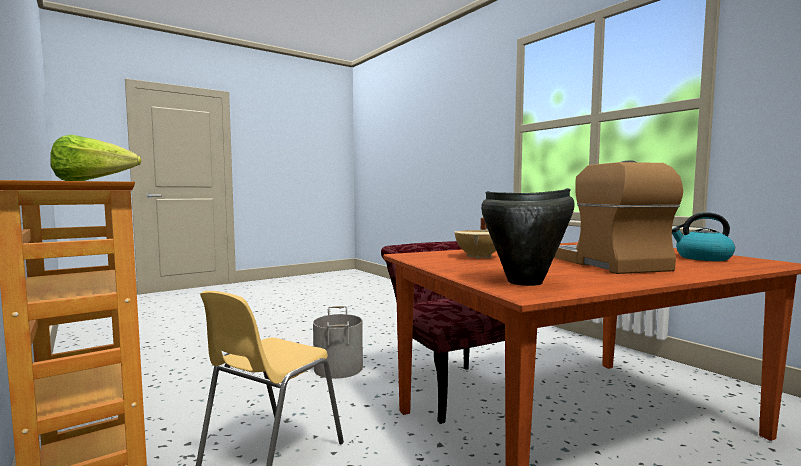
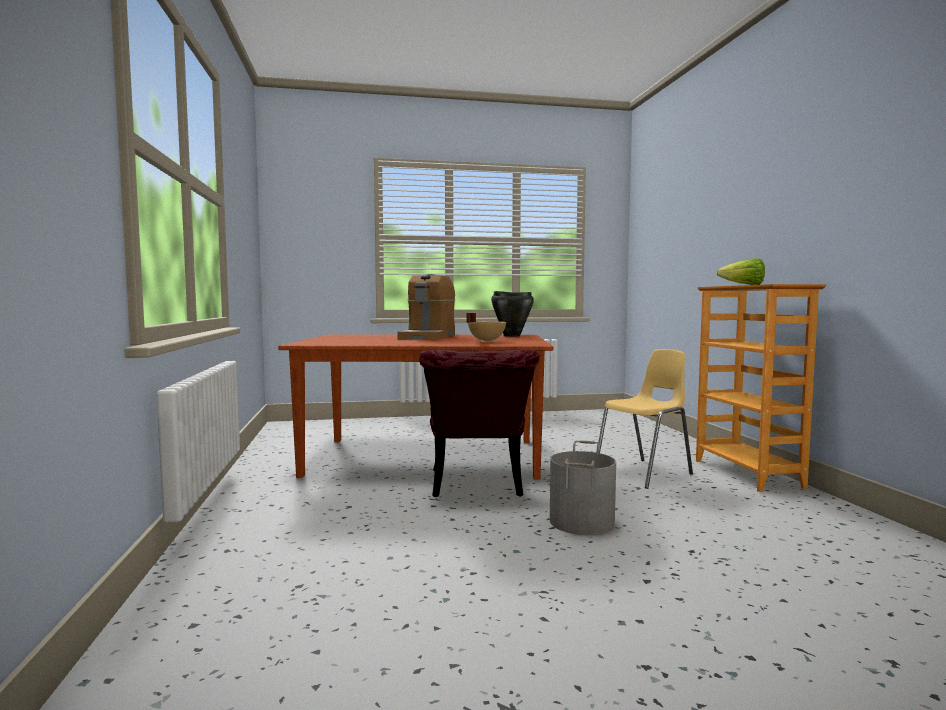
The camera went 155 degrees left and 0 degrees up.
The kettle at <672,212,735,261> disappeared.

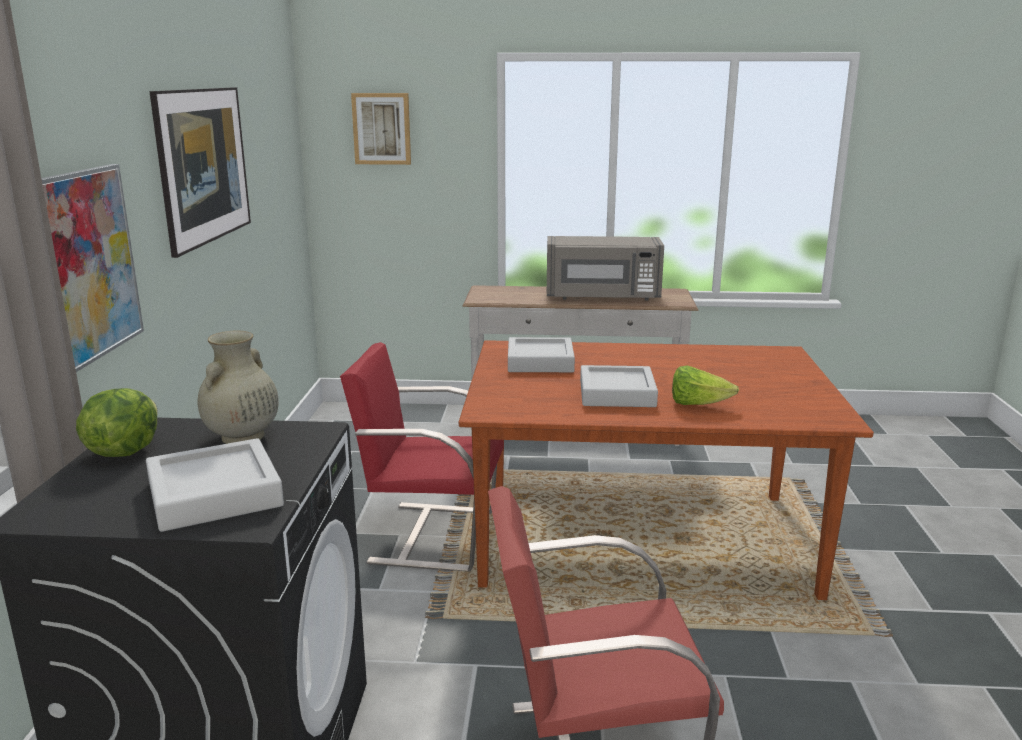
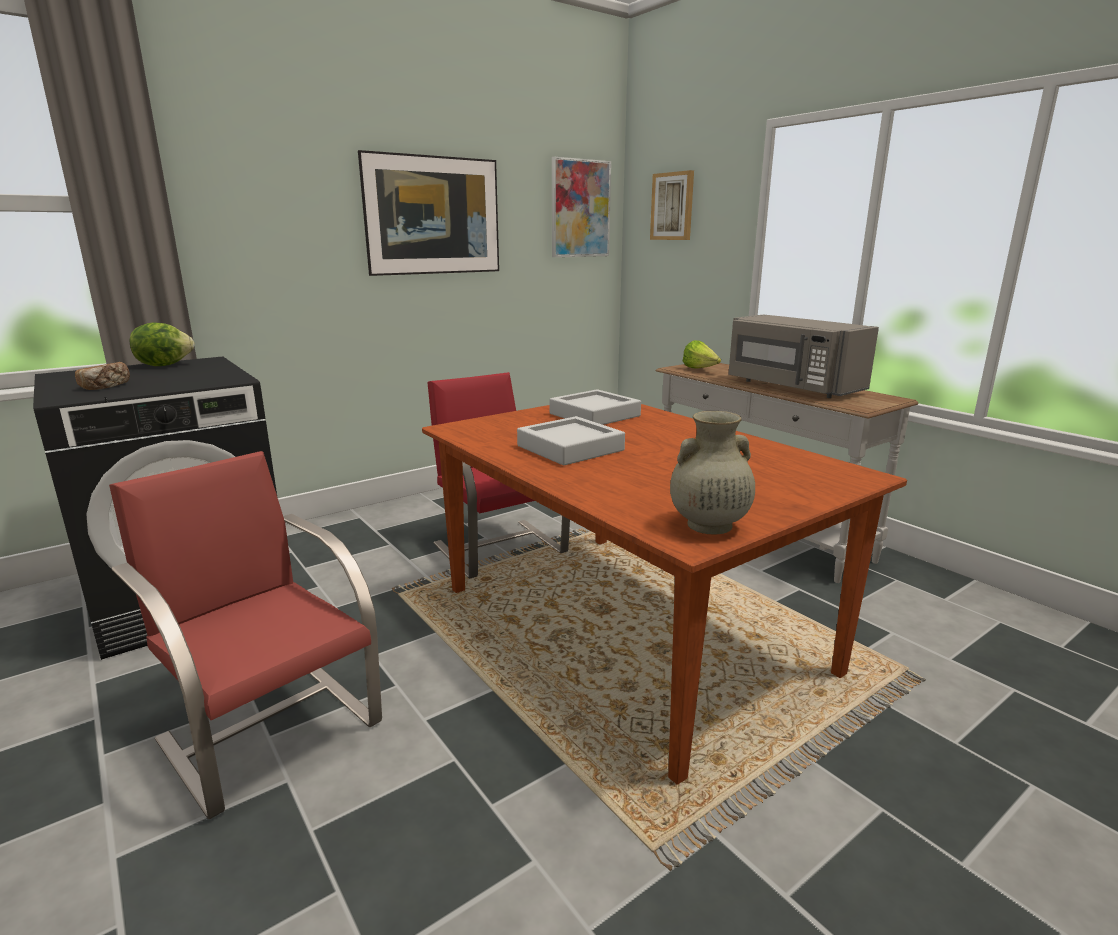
The camera went 50 degrees right and 0 degrees up.
The picture moved from <41,164,144,372> to <552,157,611,257>.
The beige vase moved from <197,331,279,444> to <670,411,755,535>.
The lettuce moved from <672,366,739,405> to <683,340,721,368>.
The grey tray at <146,438,284,532> was replaced by the bread at <75,362,130,390>.

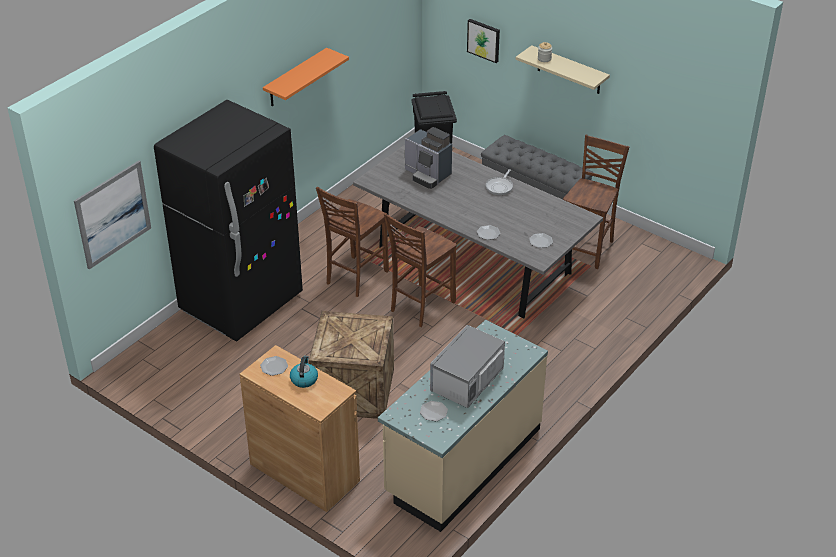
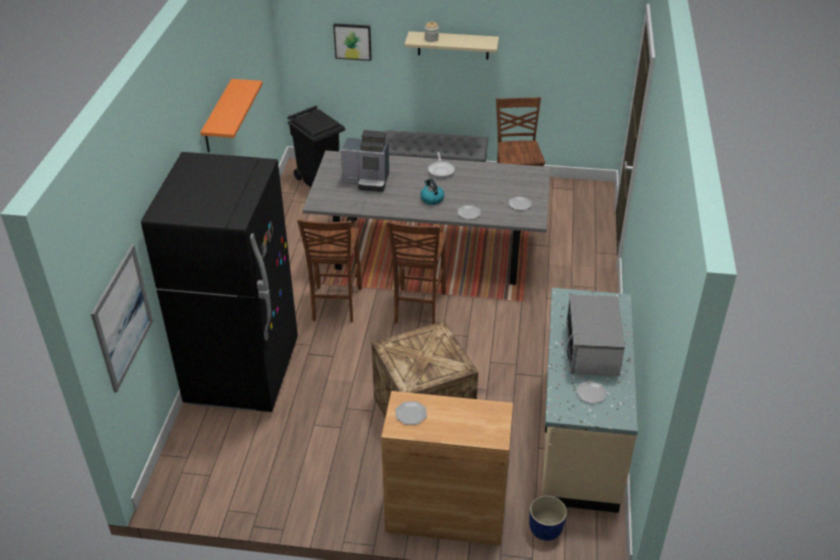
The camera went 30 degrees left and 0 degrees up.
The kettle moved from <290,356,318,388> to <420,179,444,205>.
The blue planter at <529,495,567,541> appeared.

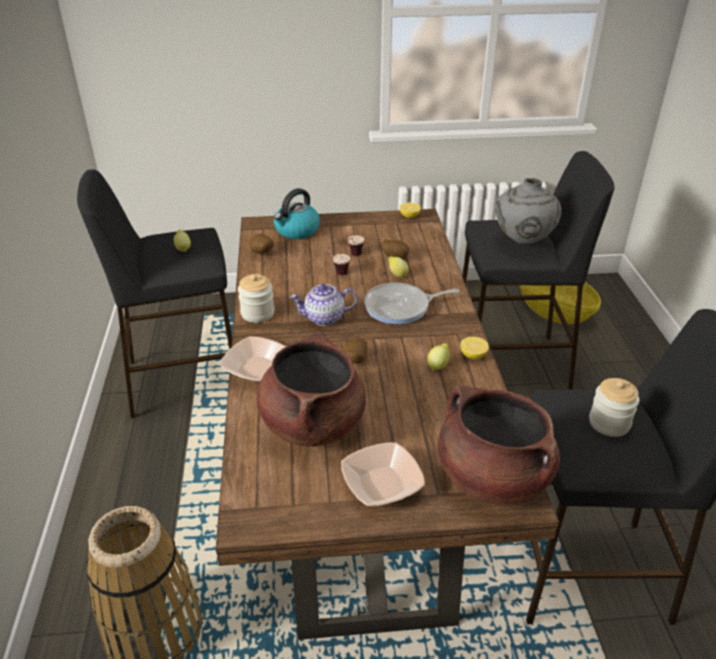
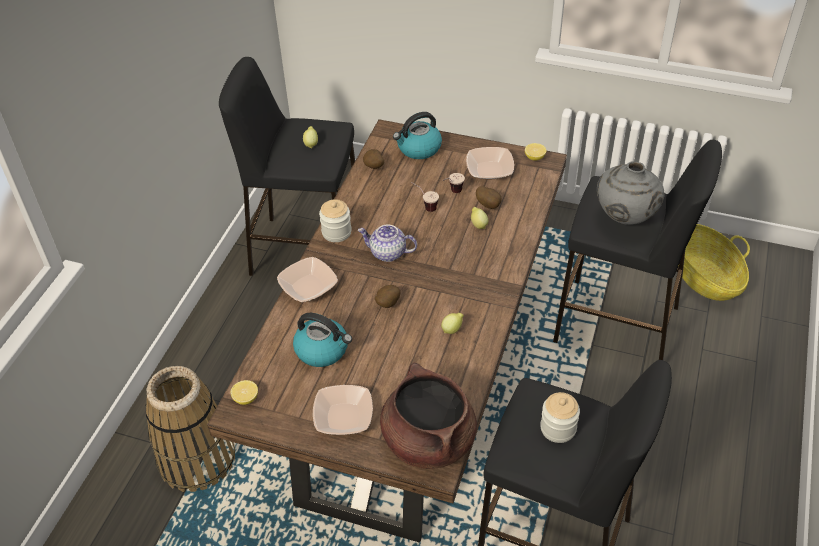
The camera went 25 degrees right and 10 degrees up.
The frying pan at <364,283,459,324> disappeared.
The brown cooking pot at <257,331,366,447> was replaced by the kettle at <293,313,352,367>.
The lemon moved from <460,337,489,359> to <231,380,258,405>.
The bowl at <466,147,514,180> appeared.

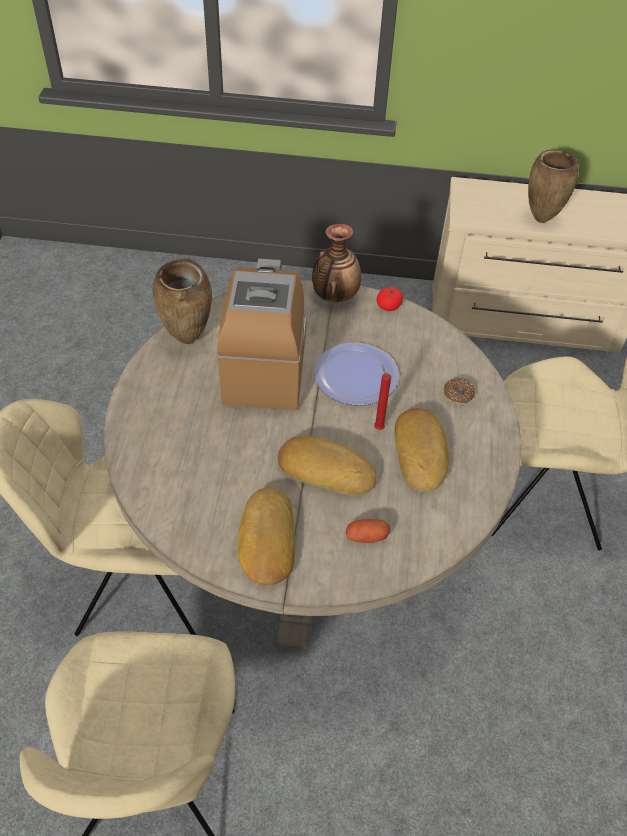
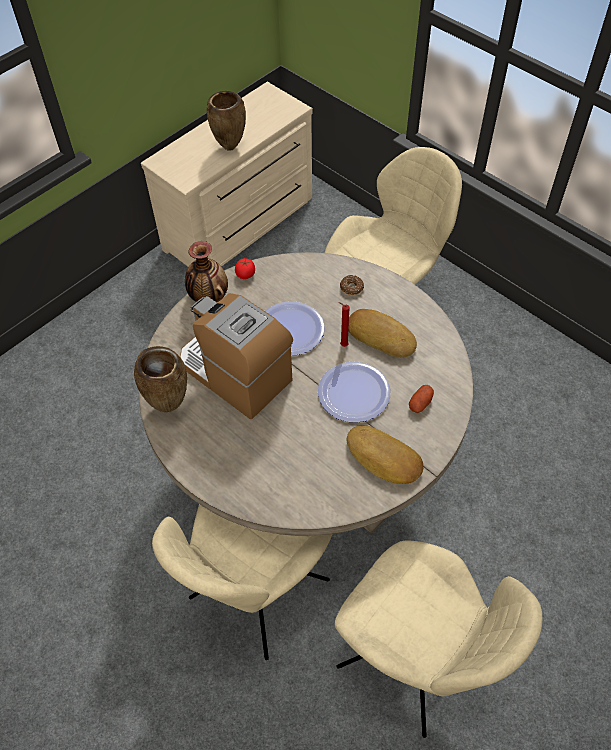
The camera went 50 degrees left and 5 degrees up.
The bread at <278,436,377,495> was replaced by the plate at <318,362,390,423>.

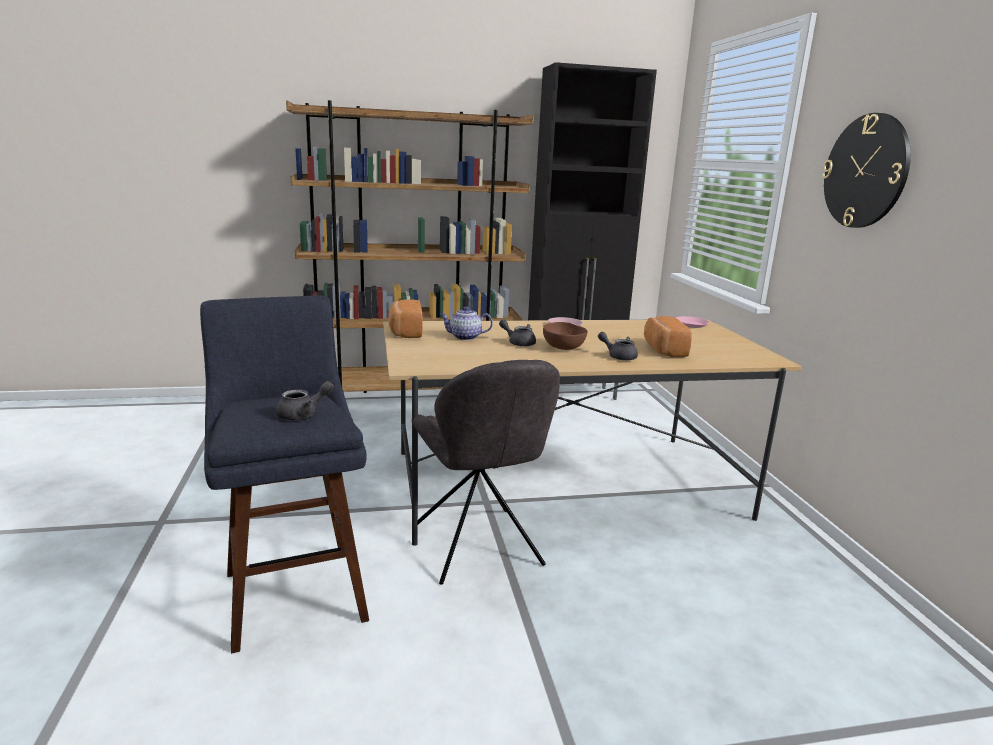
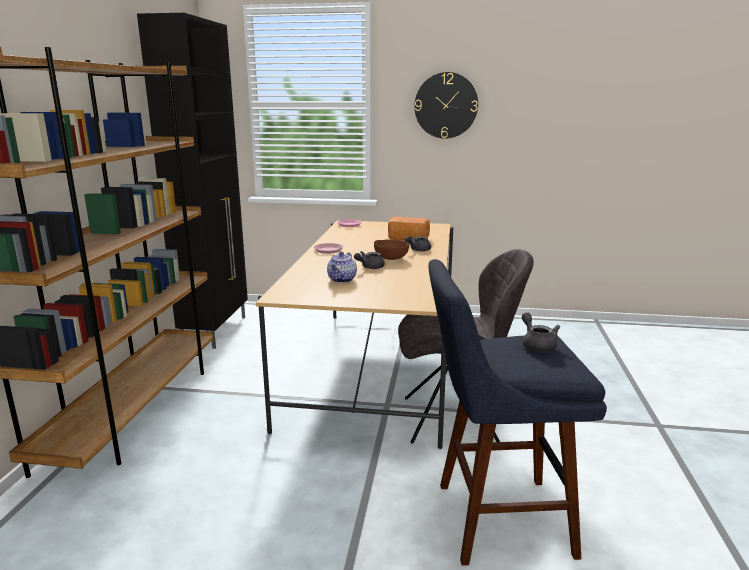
The camera went 70 degrees left and 0 degrees up.
The bread at <388,300,423,338> disappeared.

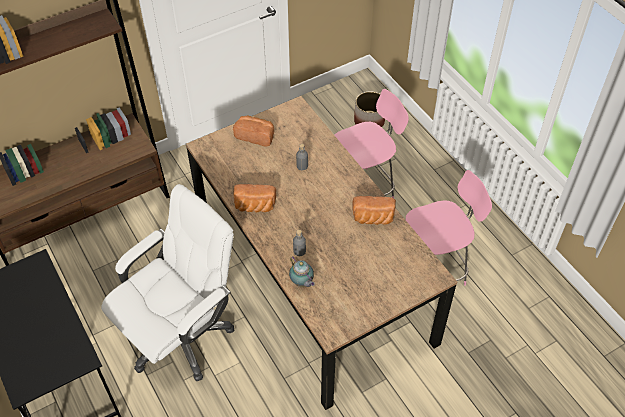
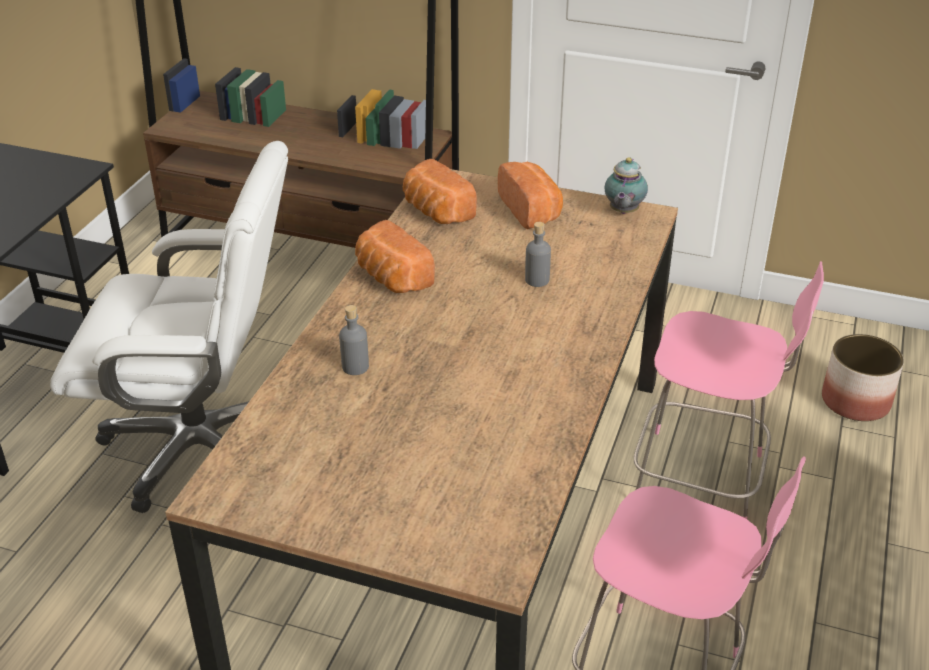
The camera went 50 degrees right and 15 degrees down.
The bread moved from <352,196,396,225> to <403,159,477,224>.
The teapot moved from <289,257,315,287> to <605,157,648,214>.

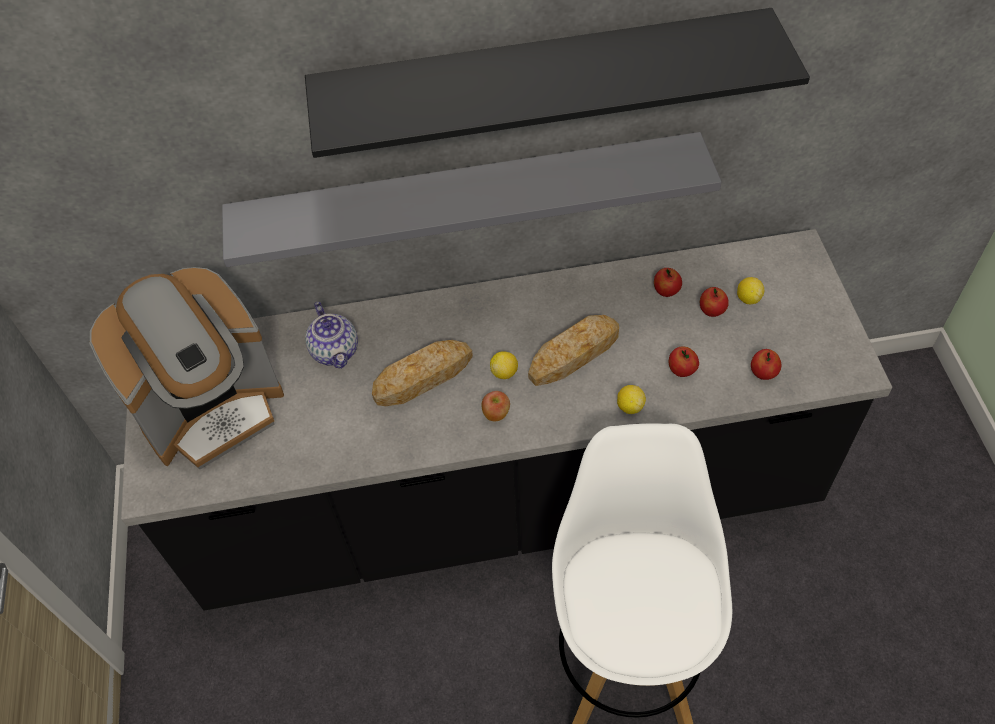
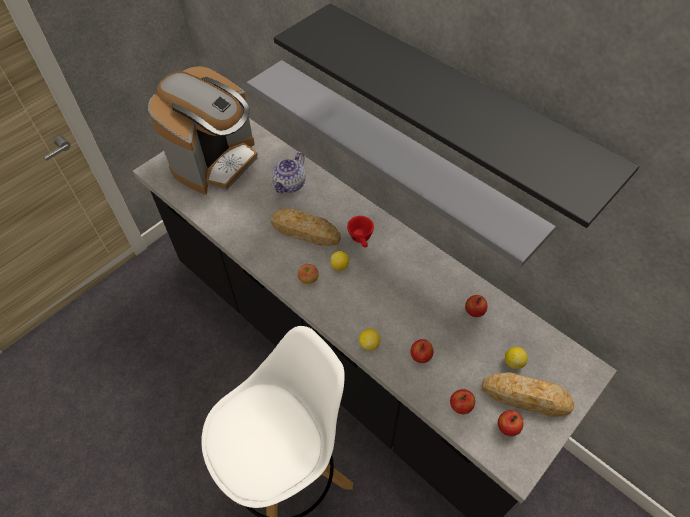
The camera went 50 degrees right and 0 degrees up.
The coffee machine at <90,267,284,469> turned 75 degrees counterclockwise.
The apple moved from <700,287,729,317> to <498,410,524,436>.
The bread moved from <528,315,619,386> to <481,372,574,416>.
The red cup at <347,216,374,247> appeared.

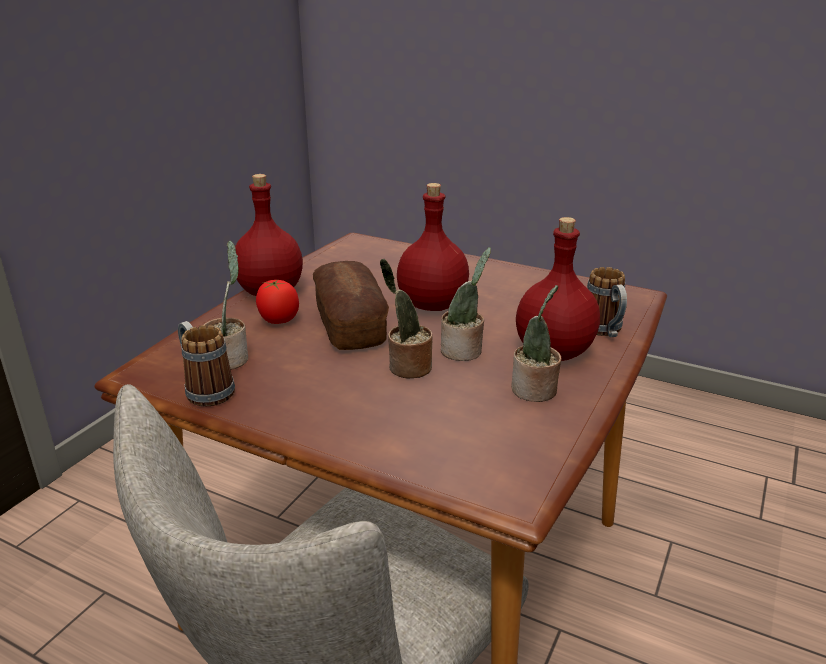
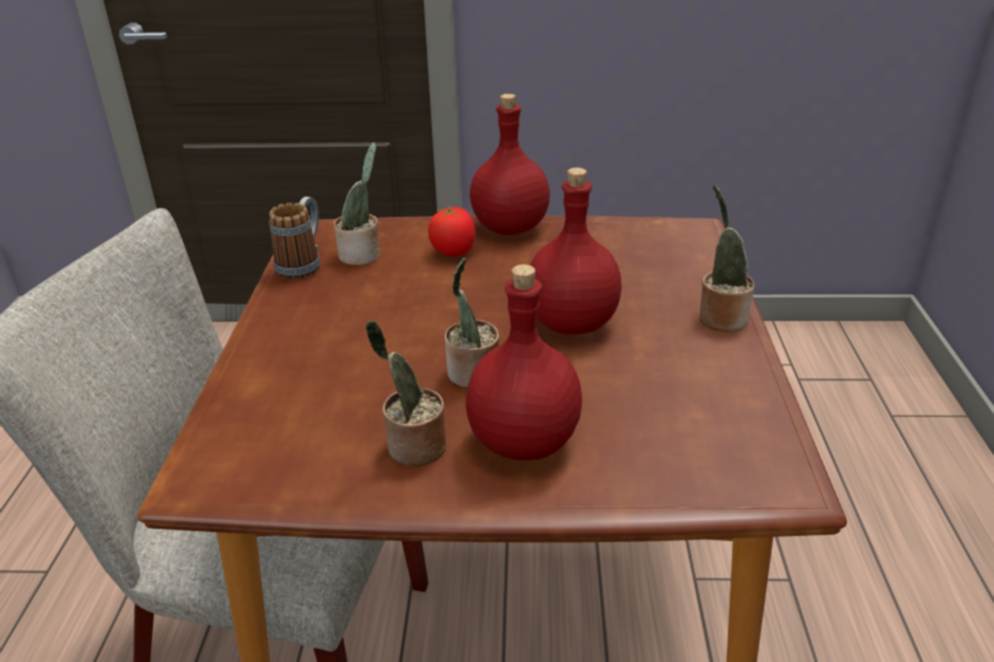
The camera went 65 degrees right and 5 degrees up.
The potted plant moved from <380,259,432,379> to <699,185,754,332>.
The bread at <313,261,389,350> disappeared.
The mug at <587,267,627,337> disappeared.

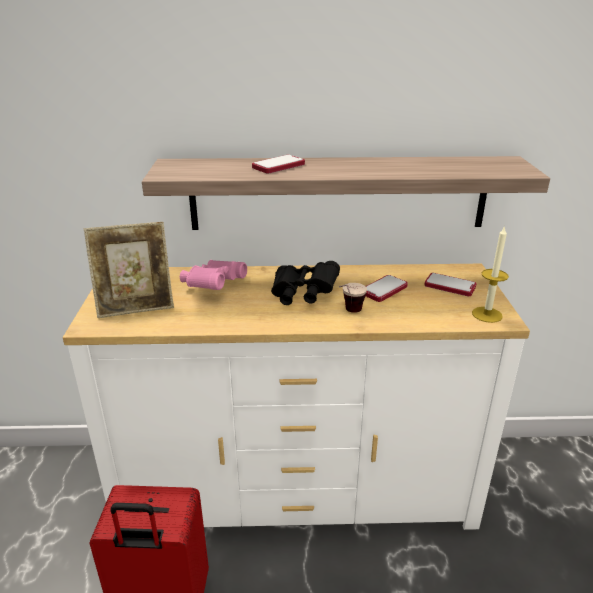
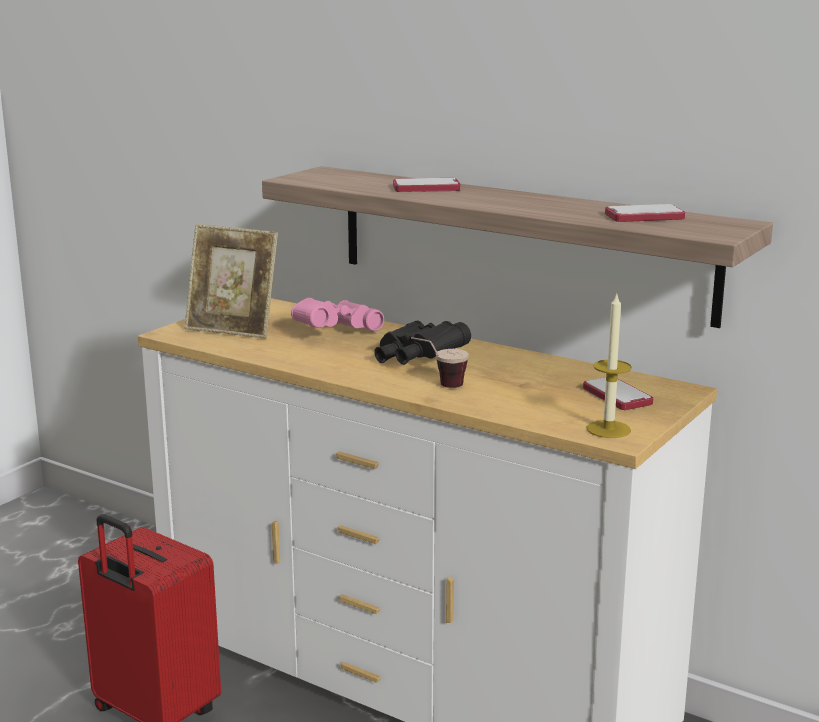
The camera went 35 degrees right and 10 degrees down.
The phone moved from <365,275,408,302> to <605,204,685,222>.

